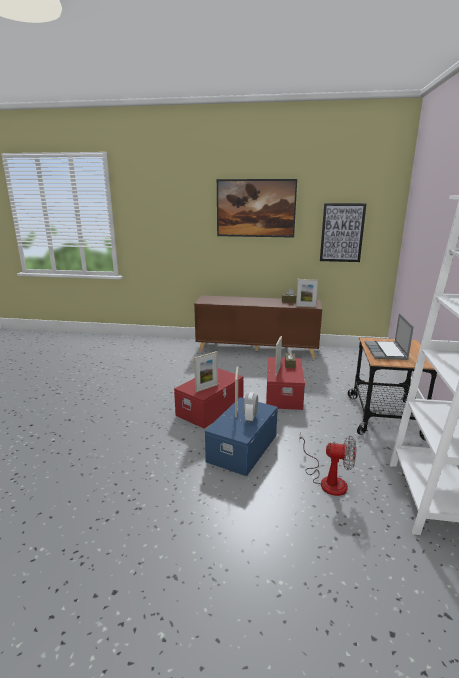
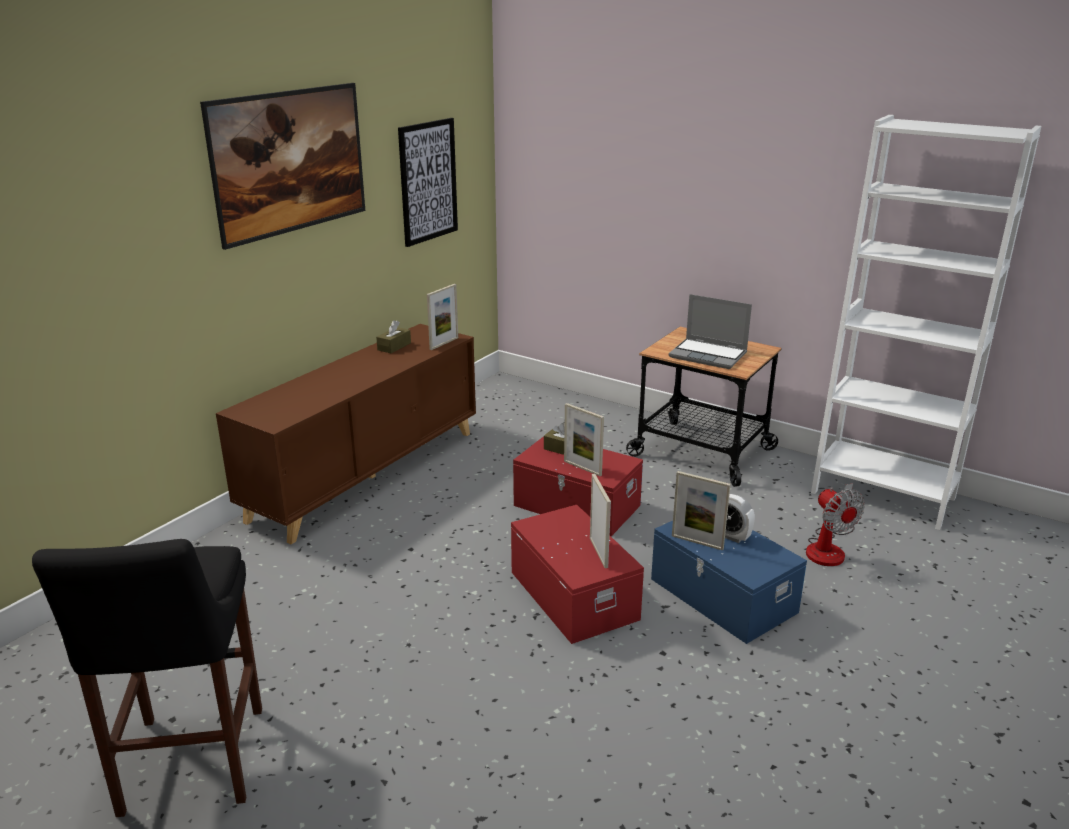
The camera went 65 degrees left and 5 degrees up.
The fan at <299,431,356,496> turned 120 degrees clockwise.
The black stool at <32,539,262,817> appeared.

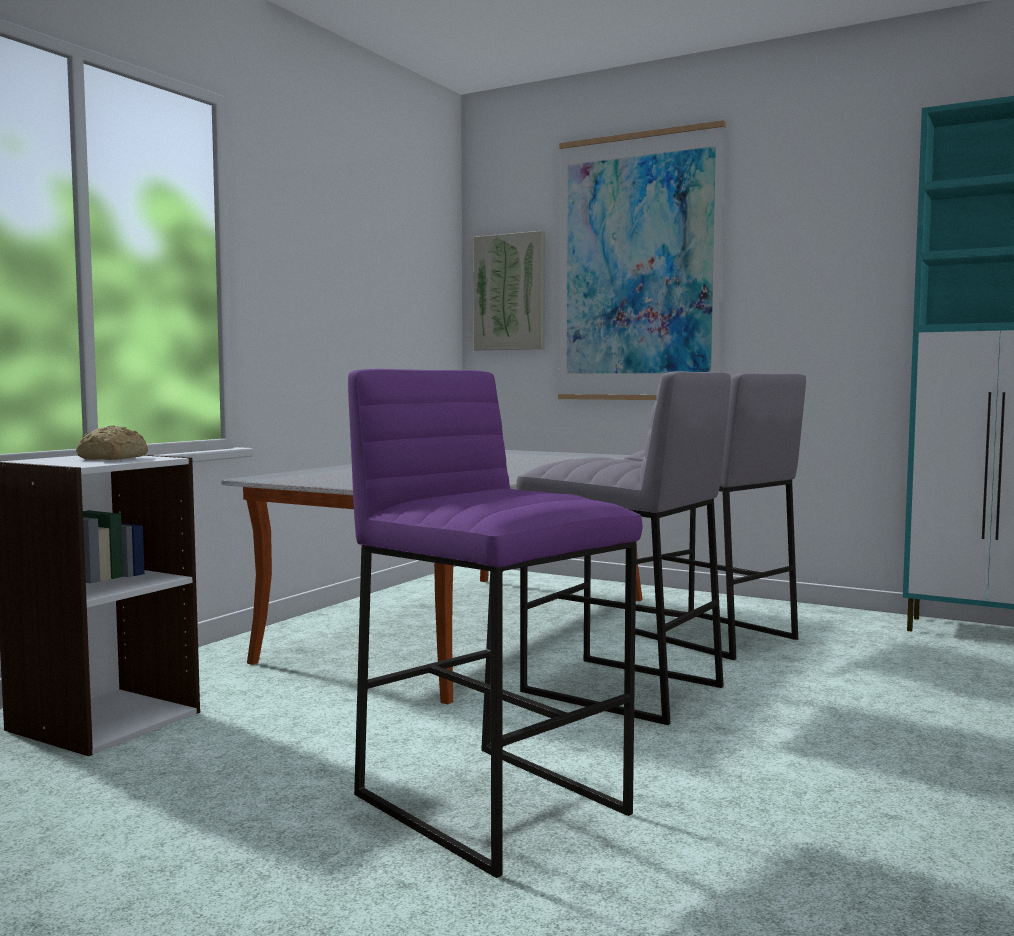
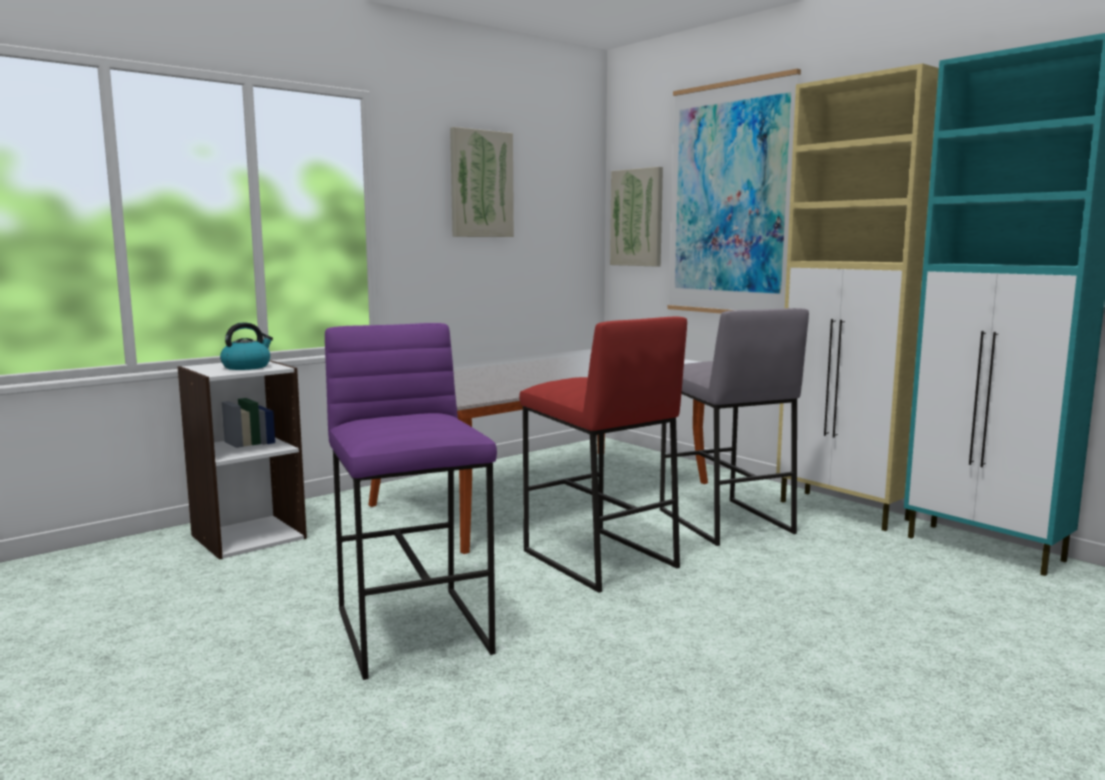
The camera went 20 degrees right and 5 degrees up.
The grey stool at <516,371,731,725> became the red stool at <519,317,687,593>.
The bread at <76,425,148,460> was replaced by the kettle at <220,322,273,370>.
The beige cabinet at <776,63,939,531> appeared.
The picture at <450,127,514,237> appeared.

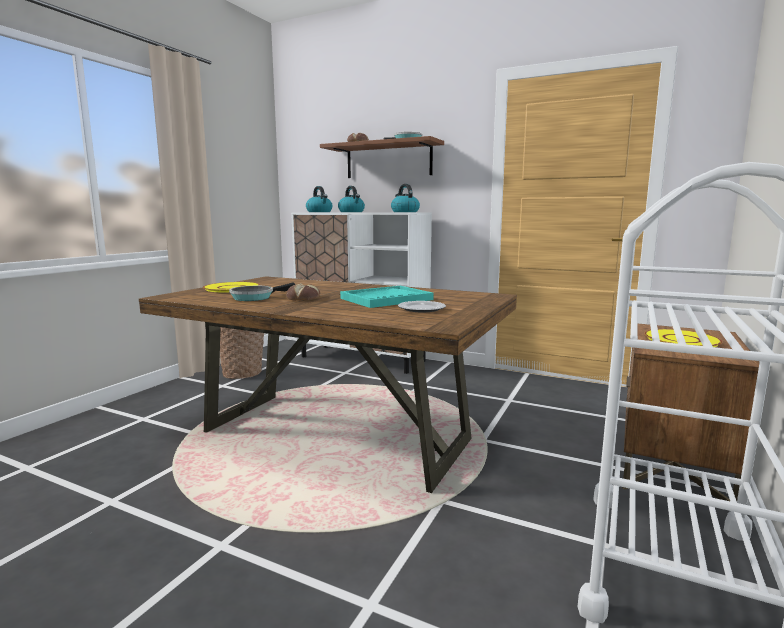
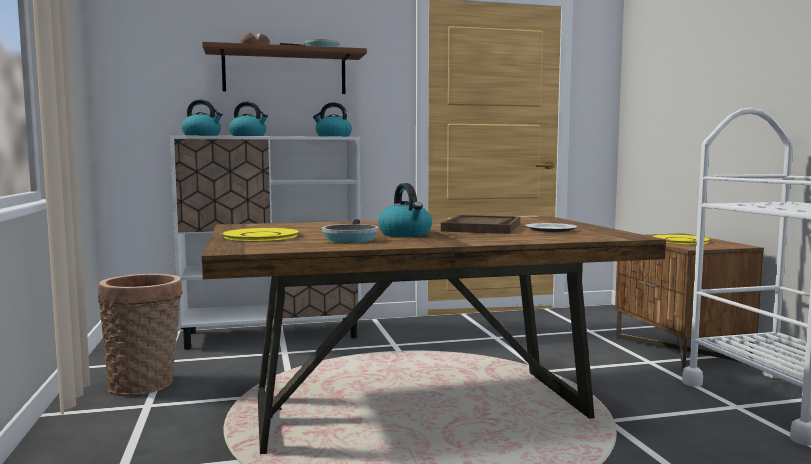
The camera went 40 degrees left and 5 degrees down.
The bread at <286,283,320,300> was replaced by the kettle at <378,183,432,237>.
The turquoise tray at <340,286,434,308> became the brown tray at <441,215,520,234>.

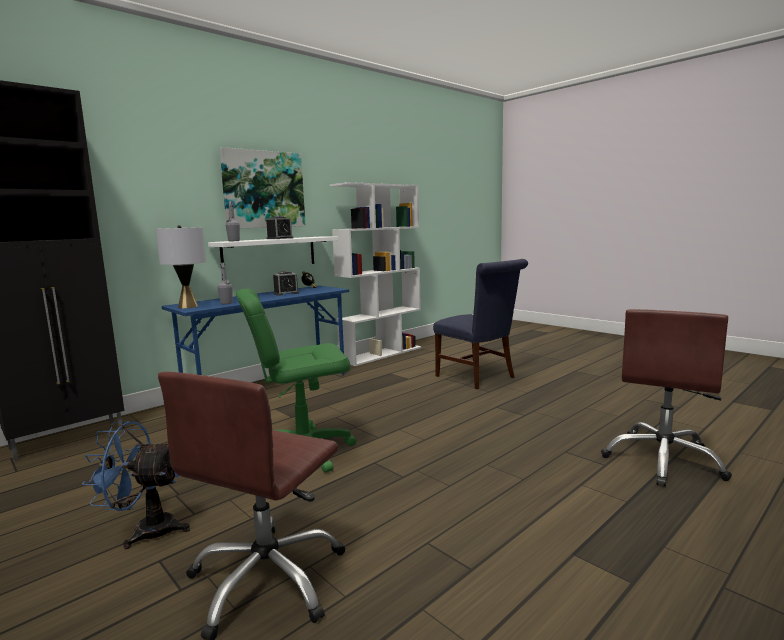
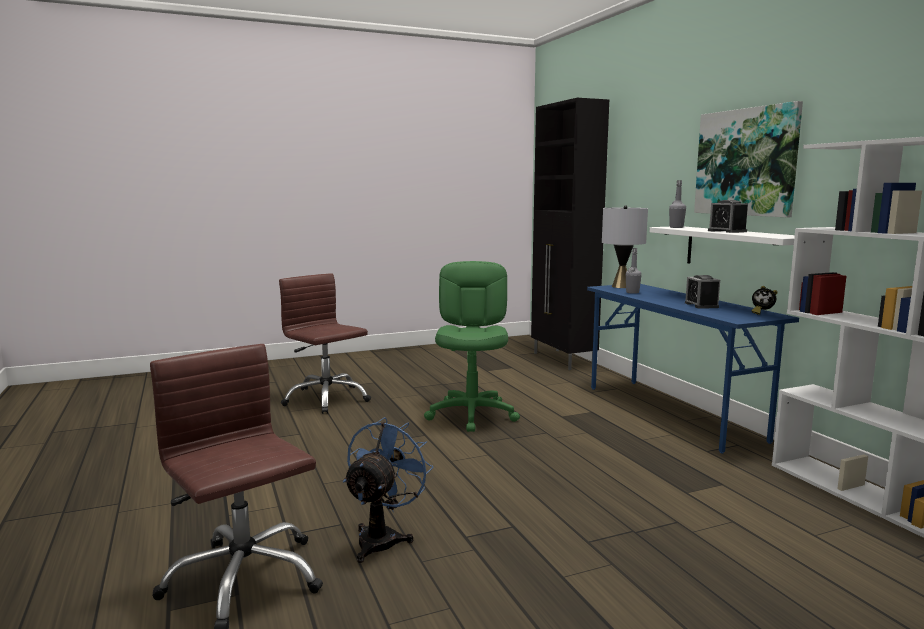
The camera went 110 degrees right and 0 degrees up.
The blue chair at <433,259,528,389> disappeared.
The blue fan moved from <82,421,190,549> to <343,417,433,563>.

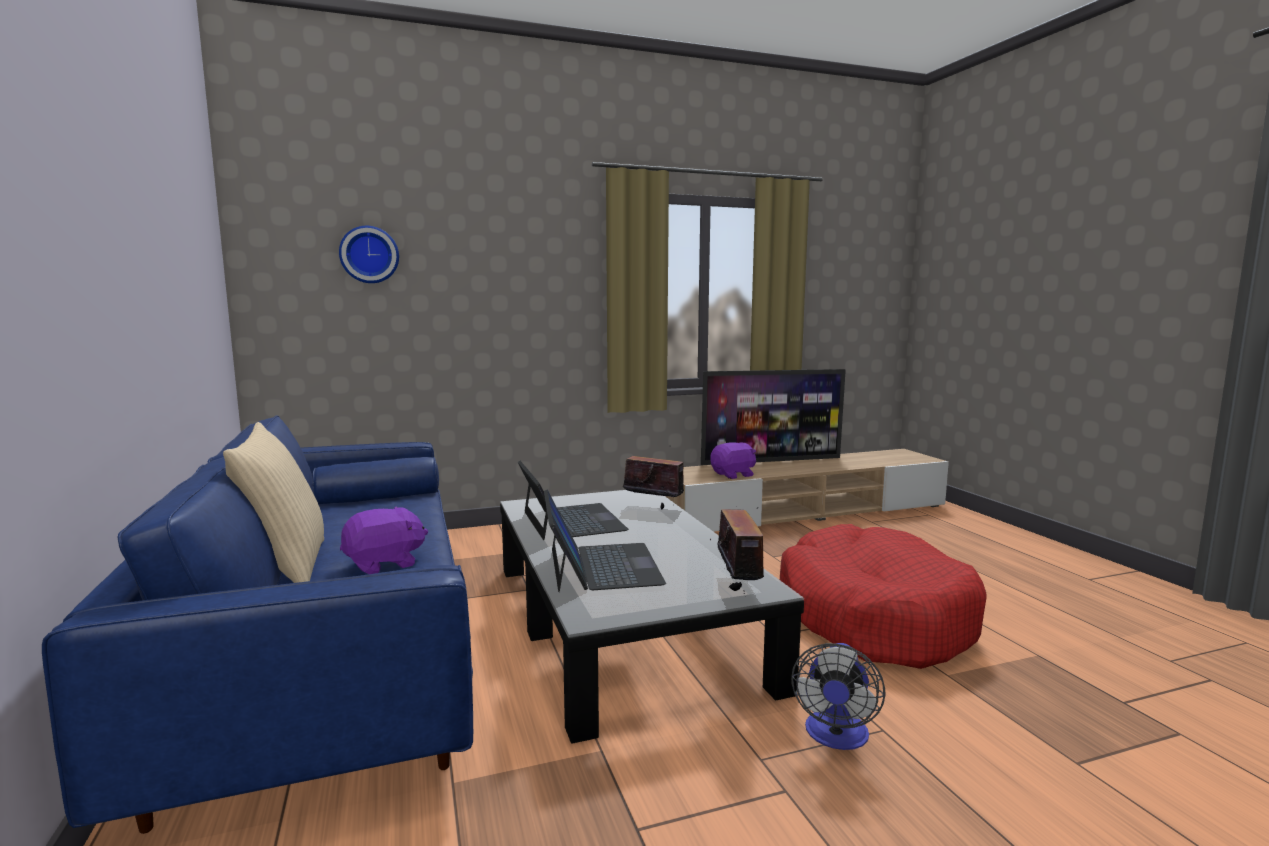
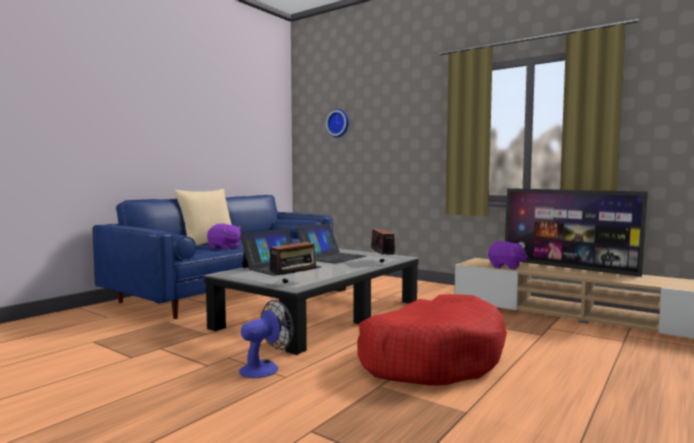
The camera went 55 degrees right and 5 degrees down.
The fan at <791,643,885,750> turned 150 degrees clockwise.

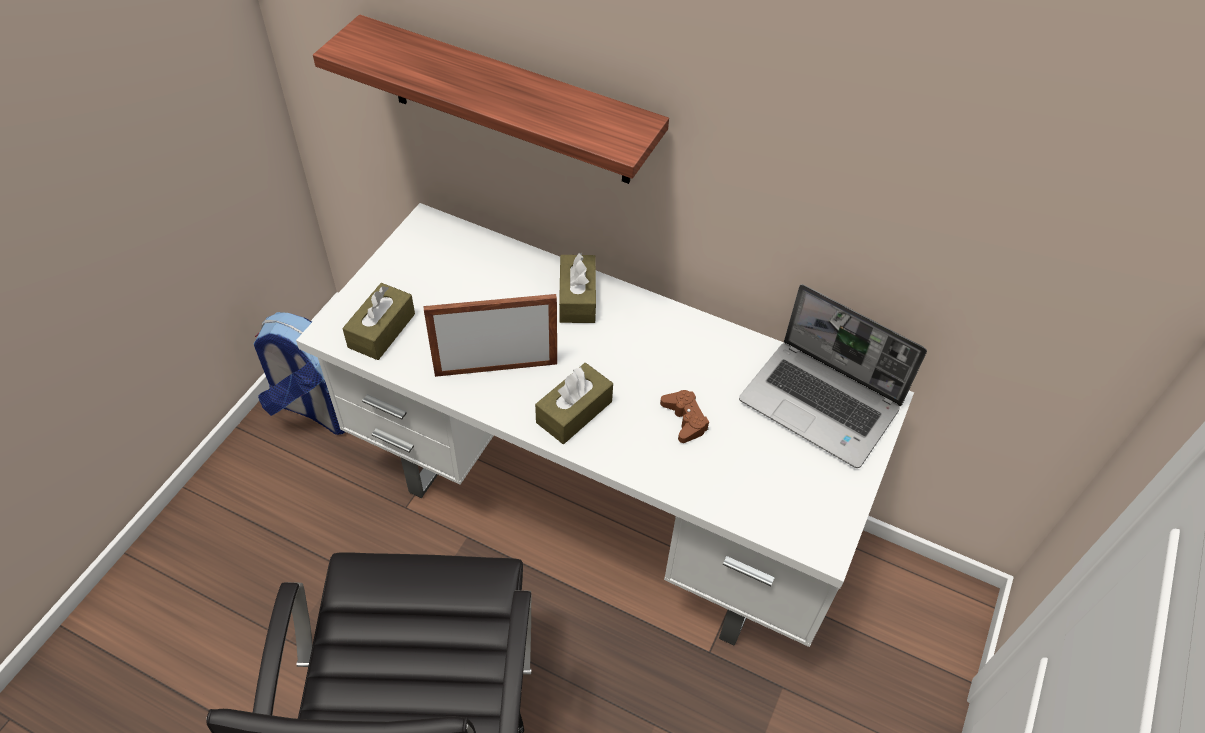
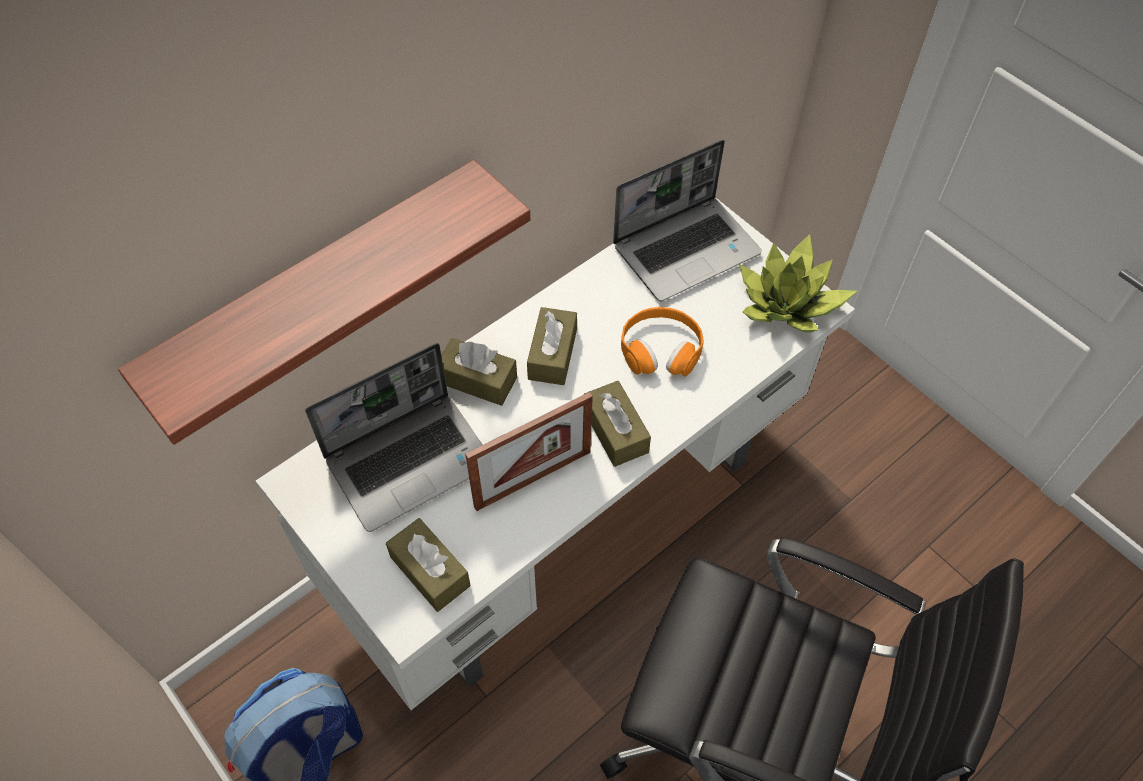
The camera went 65 degrees left and 5 degrees up.
The picture frame at <424,294,557,377> turned 135 degrees counterclockwise.
The brown game controller at <660,390,709,443> was replaced by the orange headphones at <621,307,704,377>.
The potted plant at <740,234,857,333> appeared.
The brown tissue box at <527,307,577,385> appeared.
The laptop at <305,343,482,532> appeared.

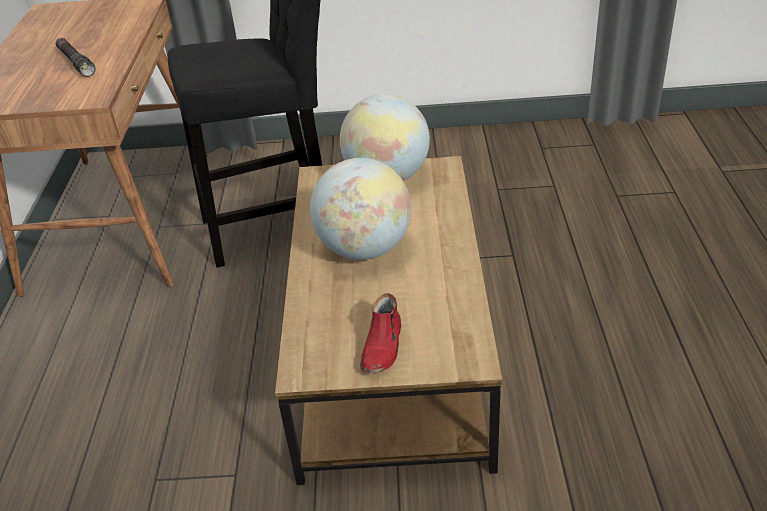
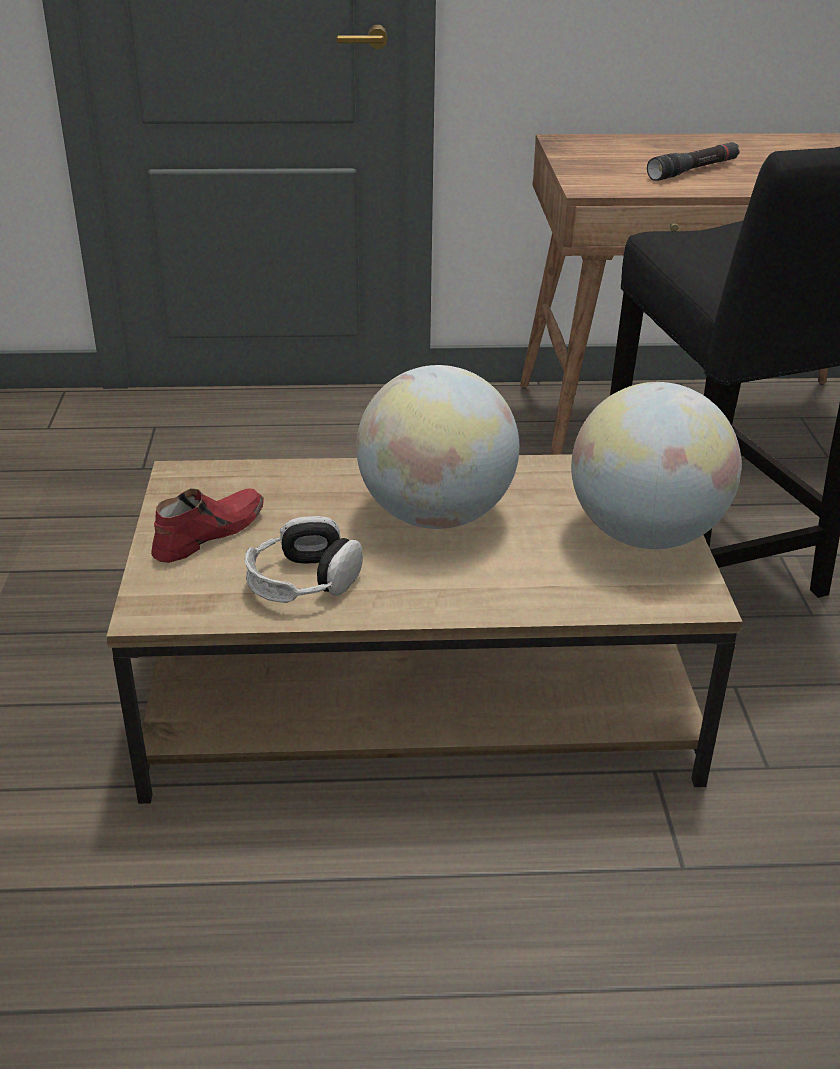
The camera went 85 degrees right and 5 degrees down.
The red shoe at <360,293,401,373> turned 120 degrees clockwise.
The headphones at <244,516,363,603> appeared.

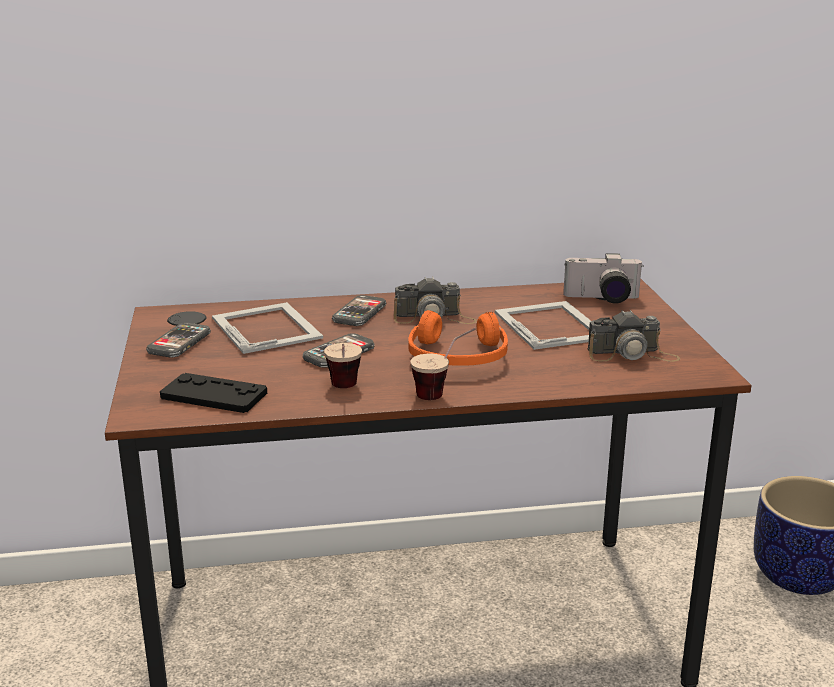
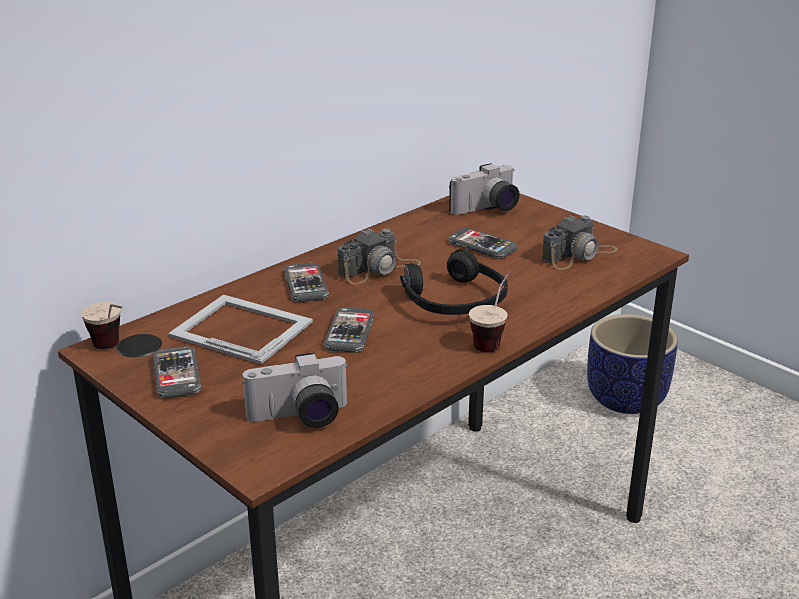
The camera went 35 degrees left and 5 degrees up.
The picture frame at <495,301,591,350> was replaced by the phone at <448,228,517,259>.
The orange headphones at <408,310,508,366> became the black headphones at <400,249,508,315>.
The cup moved from <324,343,362,388> to <81,302,122,349>.
The black game controller at <160,373,267,413> was replaced by the photo camera at <242,352,349,428>.

